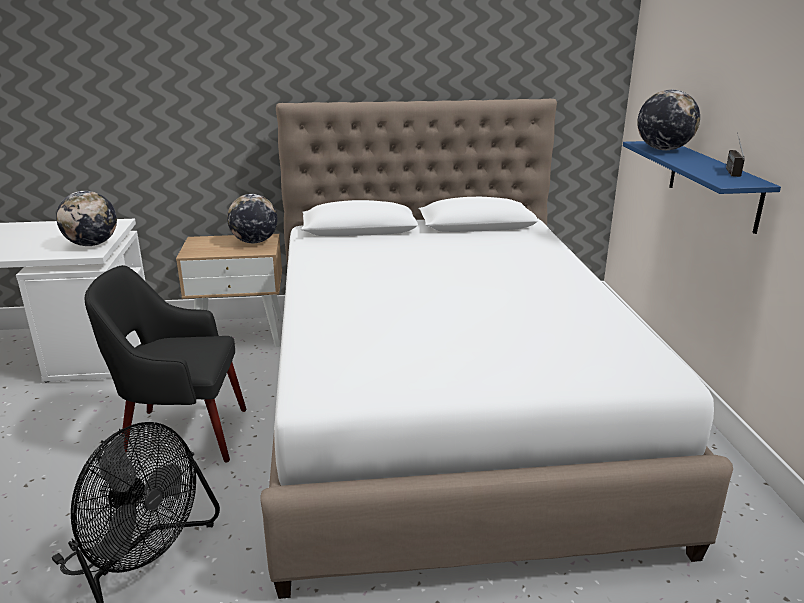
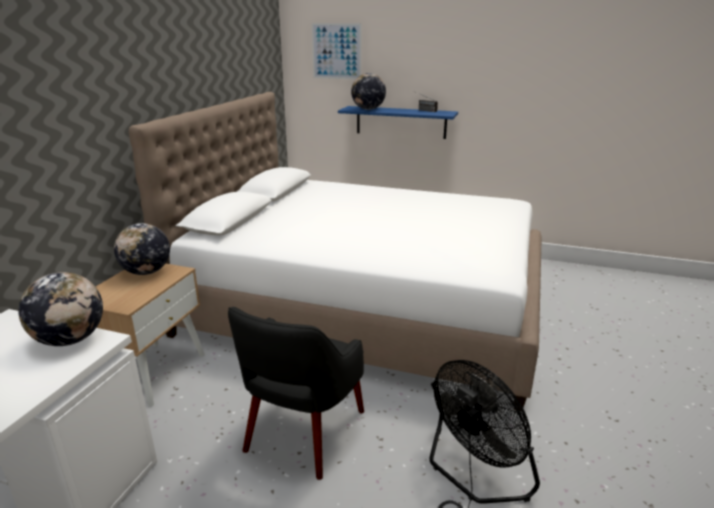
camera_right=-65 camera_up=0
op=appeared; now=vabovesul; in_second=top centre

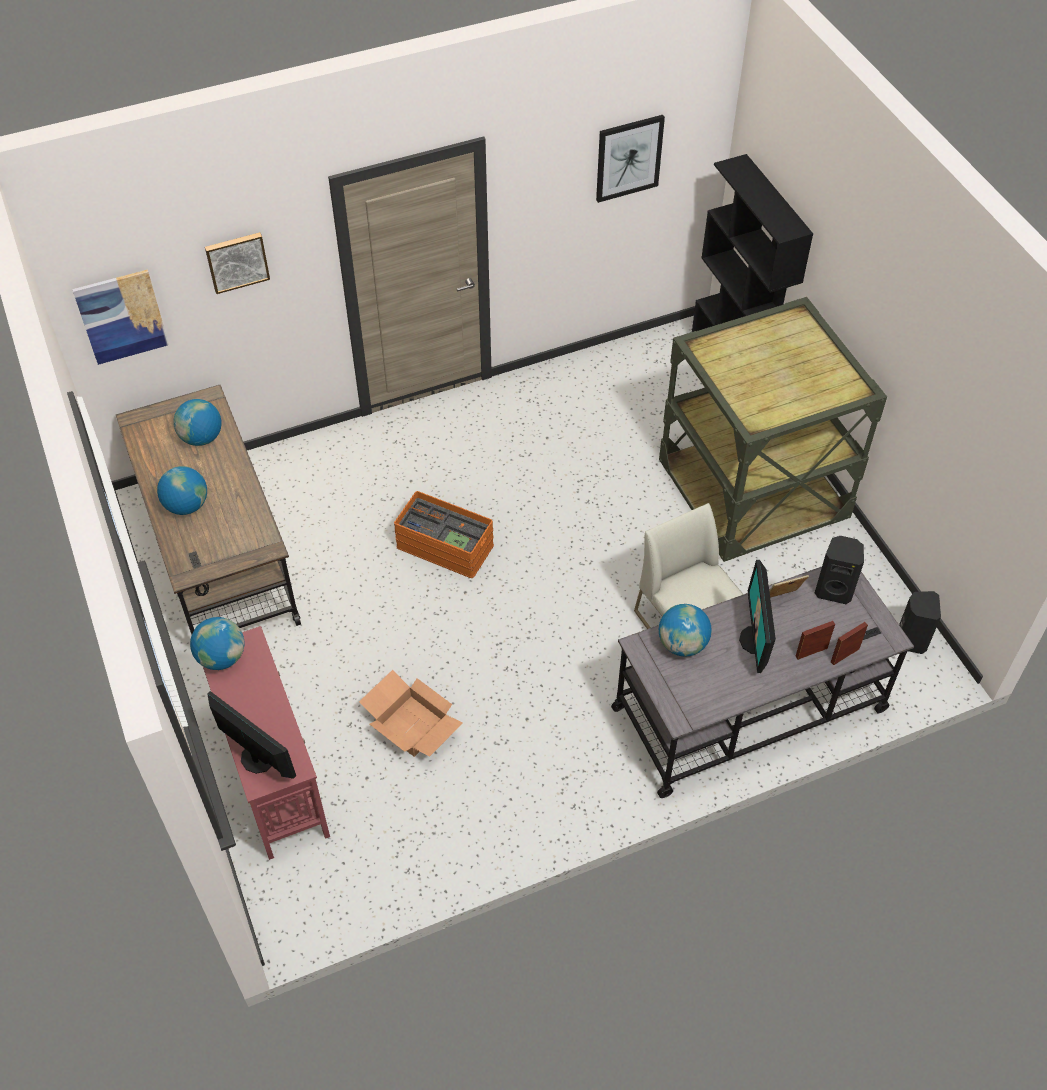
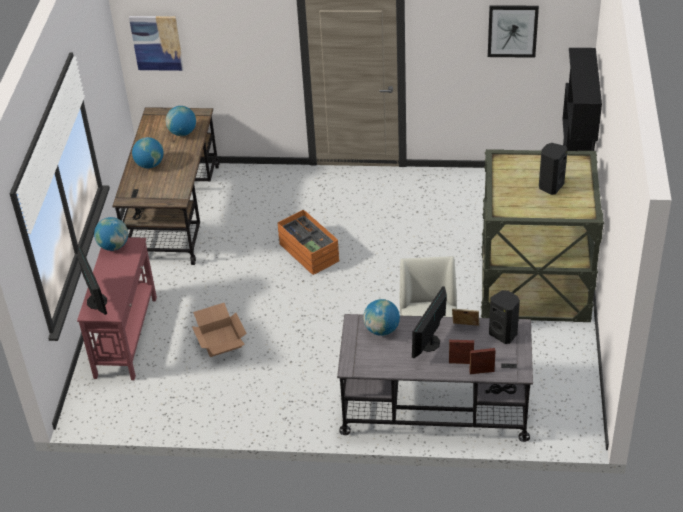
camera_right=30 camera_up=-10
op=missing; was=vabovesul (no. 2 from left); in_first=top left
op=relocated; was=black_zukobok (no. 2 from left); in_first=middle right; in_second=top right

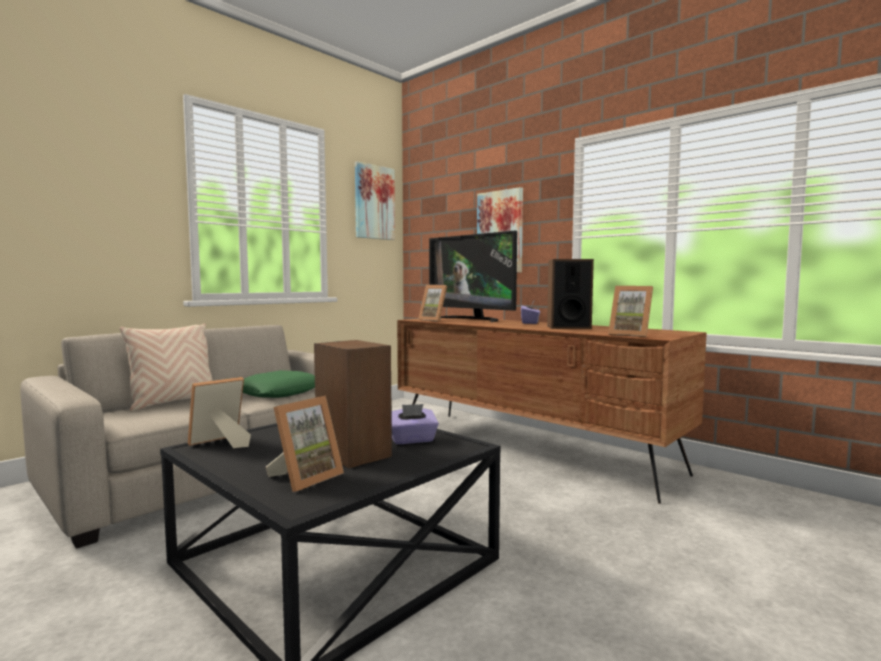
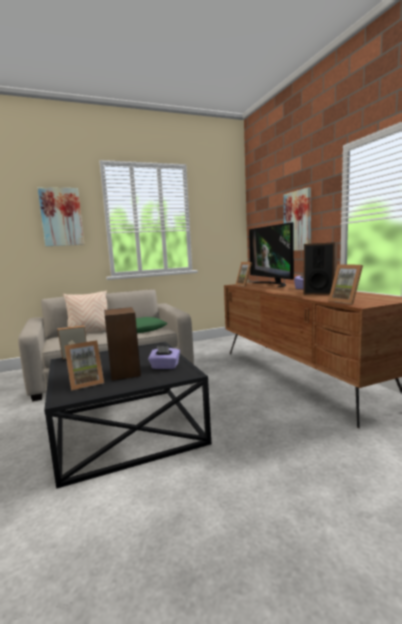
camera_right=25 camera_up=5
op=relocated; was=vabovesul (no. 1 from left); in_first=top centre; in_second=middle left

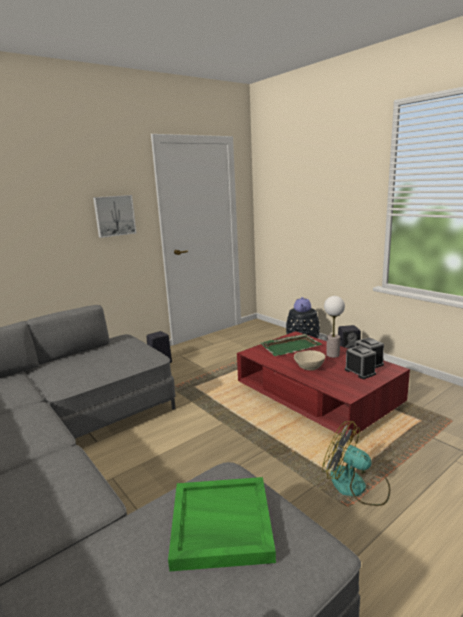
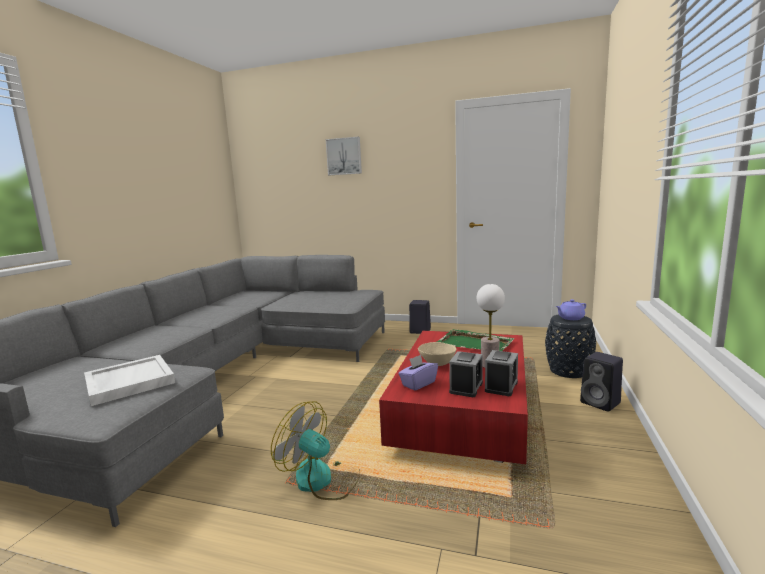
camera_right=55 camera_up=-5
op=relocated; was=vabovesul; in_first=middle left; in_second=top centre
op=colour; was=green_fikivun (no. 1 from left); now=white_fikivun; in_first=bottom centre; in_second=middle left
op=spun; was=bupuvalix; in_first=bottom right; in_second=bottom centre; clockwise=-60
op=appeared; now=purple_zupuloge; in_second=centre

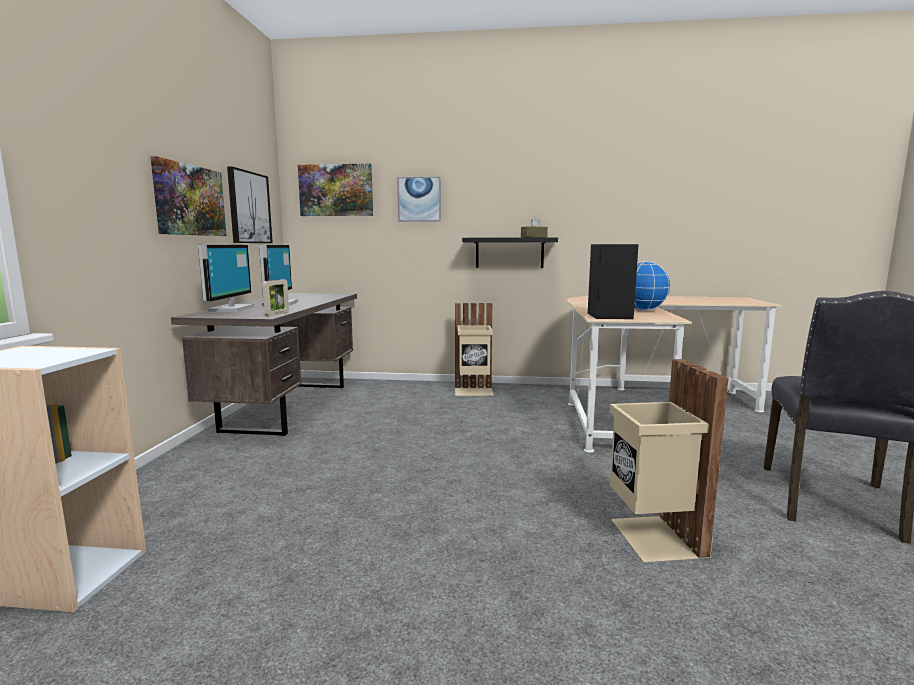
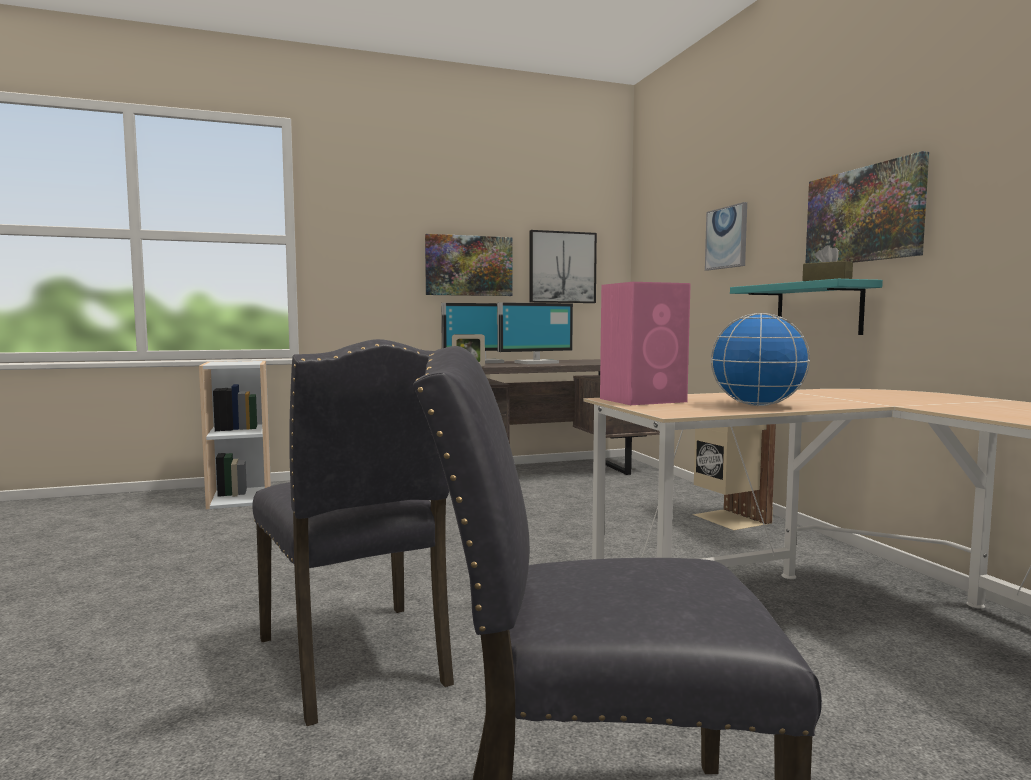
camera_right=65 camera_up=-5
op=relocated; was=vabovesul (no. 3 from left in the first image); now=vabovesul (no. 4 from left); in_first=top centre; in_second=top right
op=colour; was=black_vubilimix; now=turquoise_vubilimix; in_first=centre; in_second=middle right
op=colour; was=black_zukobok; now=pink_zukobok; in_first=middle right; in_second=centre
op=exchanged; was=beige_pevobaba (no. 2 from left); now=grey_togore (no. 1 from left); in_first=bottom right; in_second=bottom centre

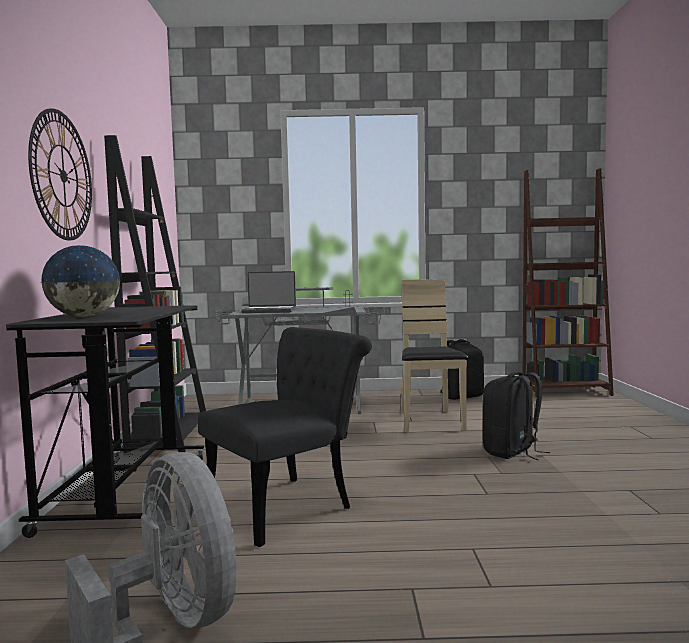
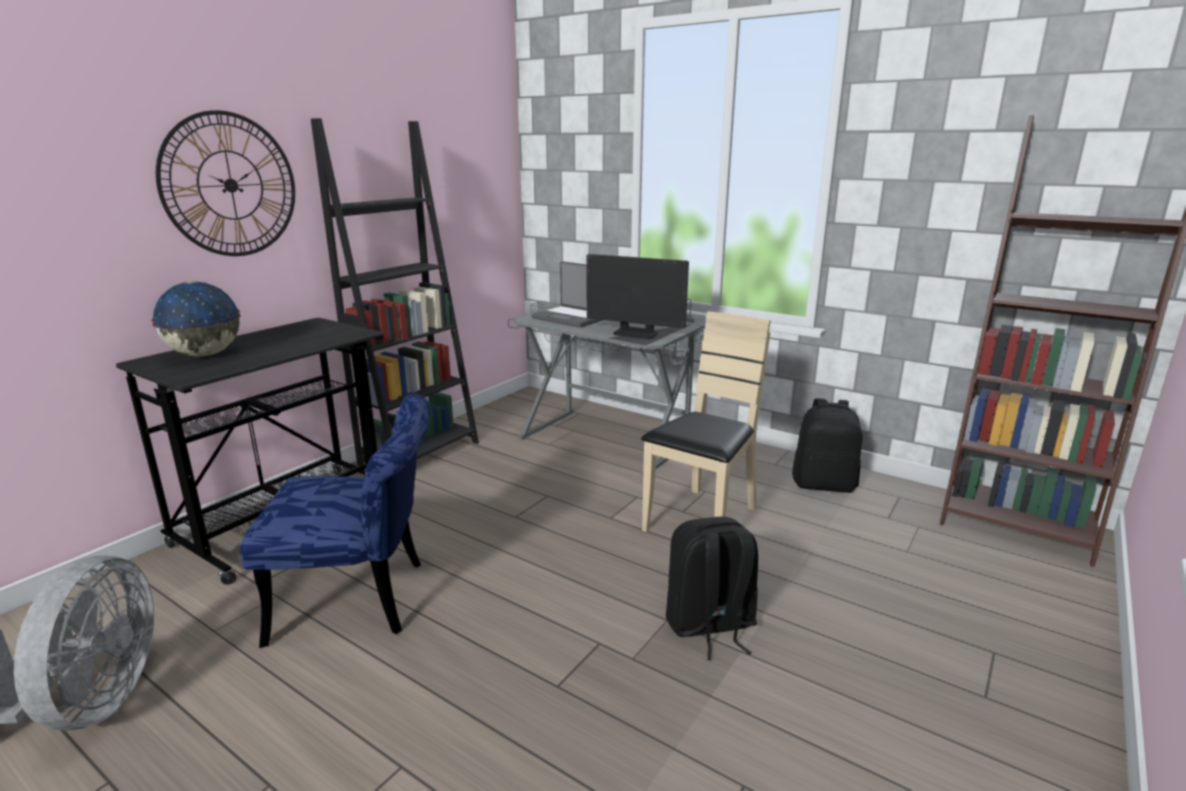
camera_right=35 camera_up=15
op=colour; was=black_togore; now=blue_togore; in_first=bottom centre; in_second=middle left
op=appeared; now=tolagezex; in_second=centre

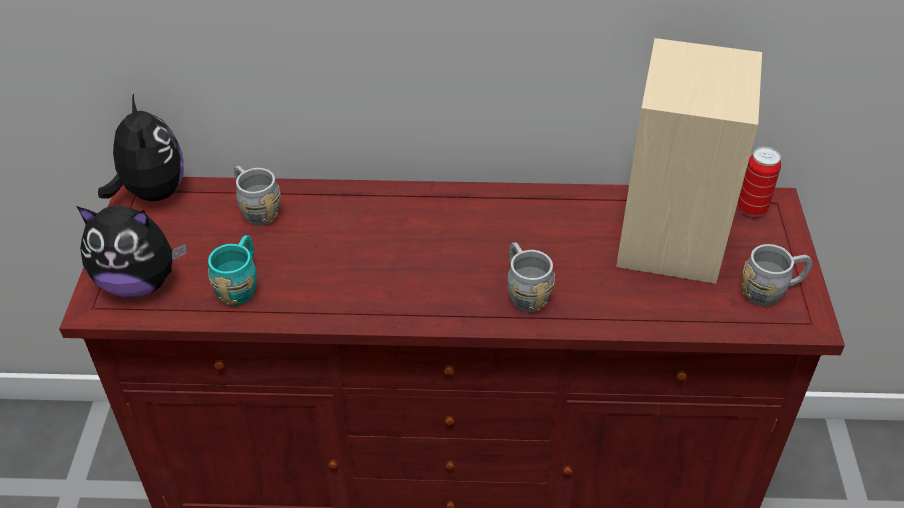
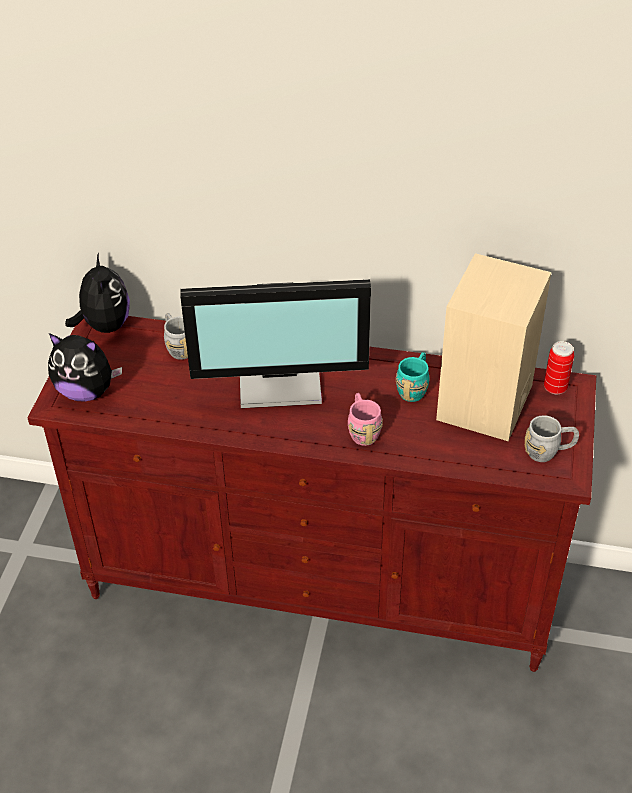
camera_right=10 camera_up=0
op=relocated; was=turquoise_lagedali; in_first=middle left; in_second=centre
op=colour; was=grey_lagedali (no. 2 from left); now=pink_lagedali; in_first=centre; in_second=centre
op=appeared; now=tolagezex; in_second=centre

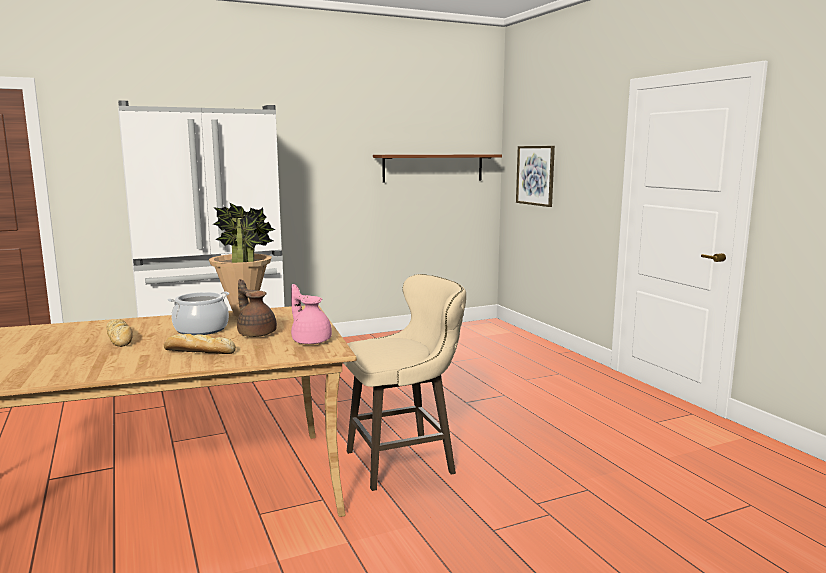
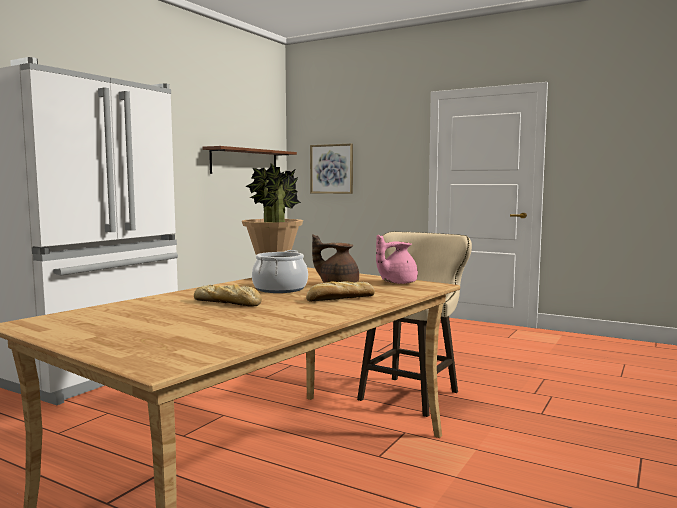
camera_right=-35 camera_up=-5
op=spun; was=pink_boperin; in_first=centre; in_second=centre; clockwise=-45

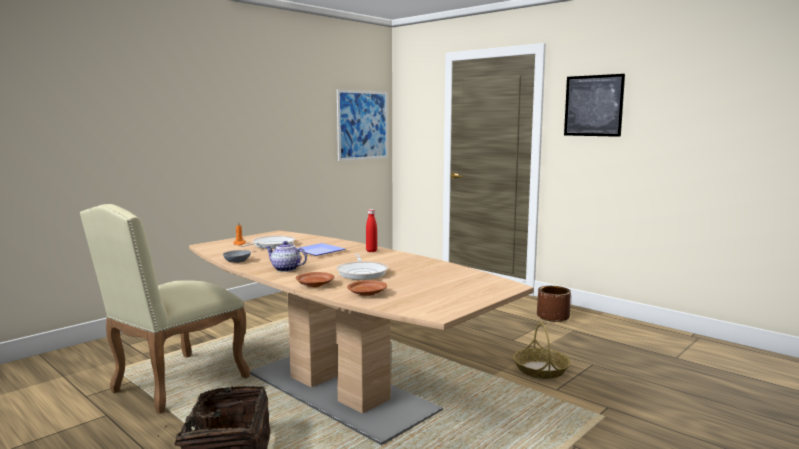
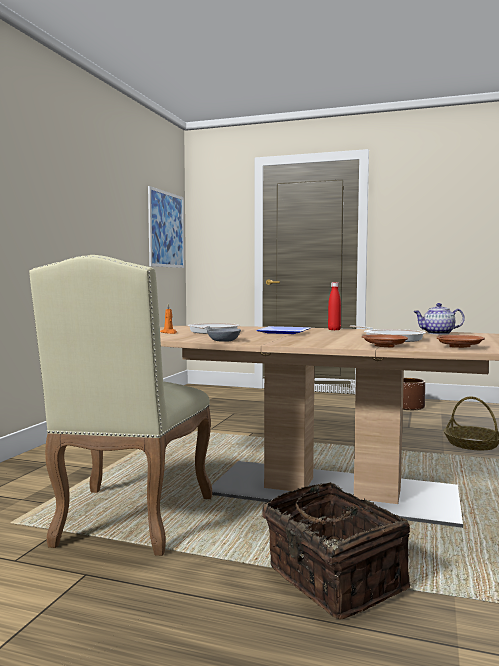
camera_right=-25 camera_up=-5
op=relocated; was=boperin; in_first=centre; in_second=middle right
op=missing; was=vabovesul (no. 2 from left); in_first=top right

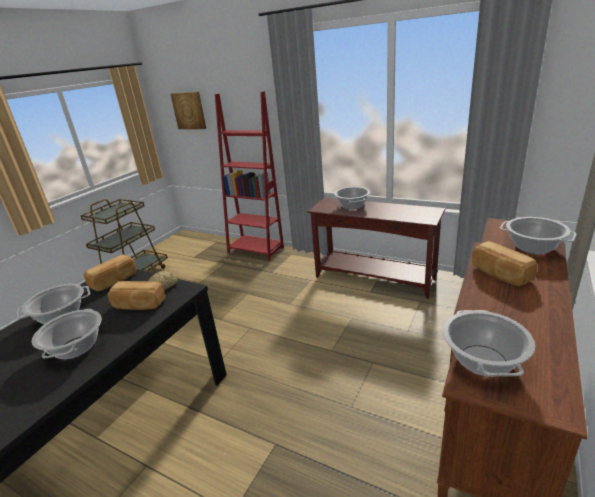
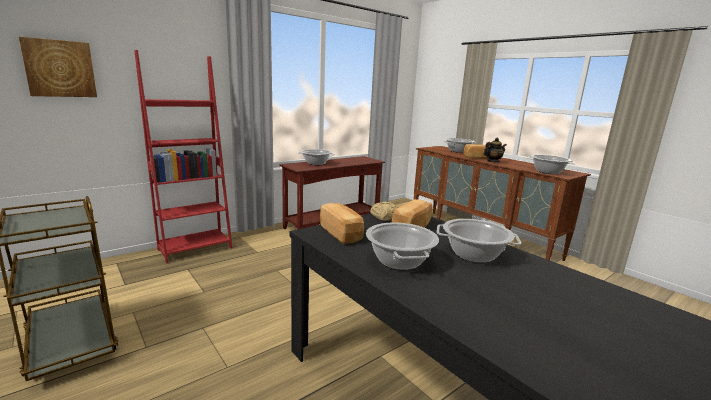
camera_right=-70 camera_up=-10
op=appeared; now=boperin; in_second=middle right

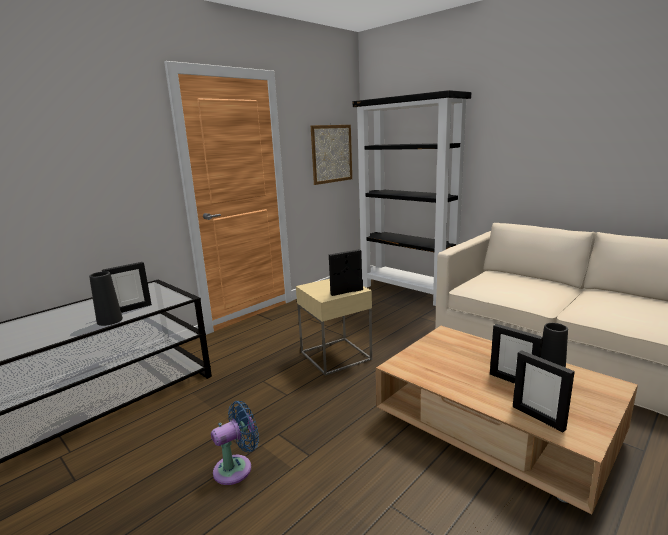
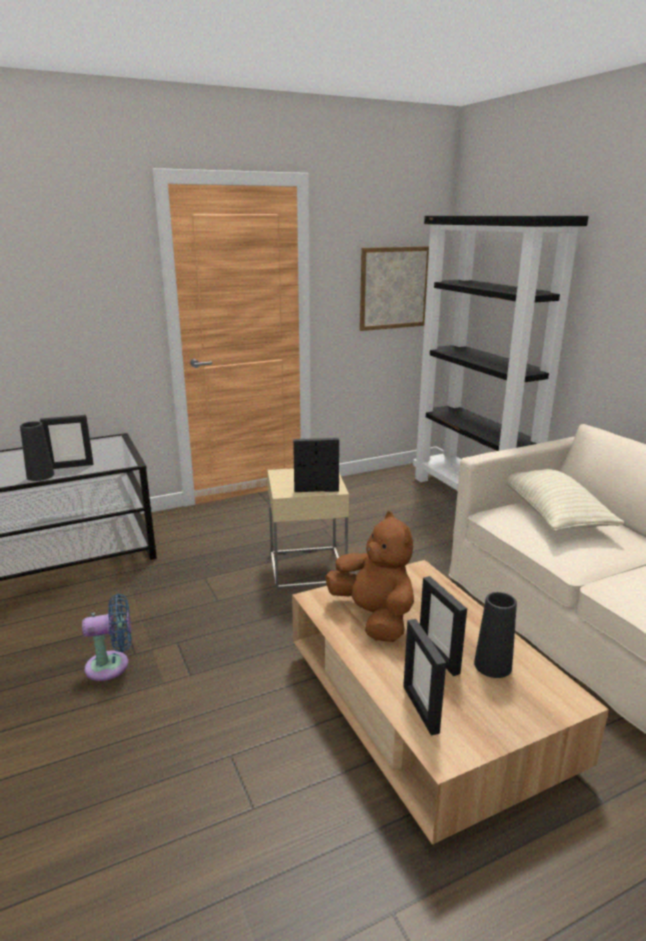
camera_right=20 camera_up=5
op=appeared; now=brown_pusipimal; in_second=centre
op=appeared; now=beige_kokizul; in_second=middle right

